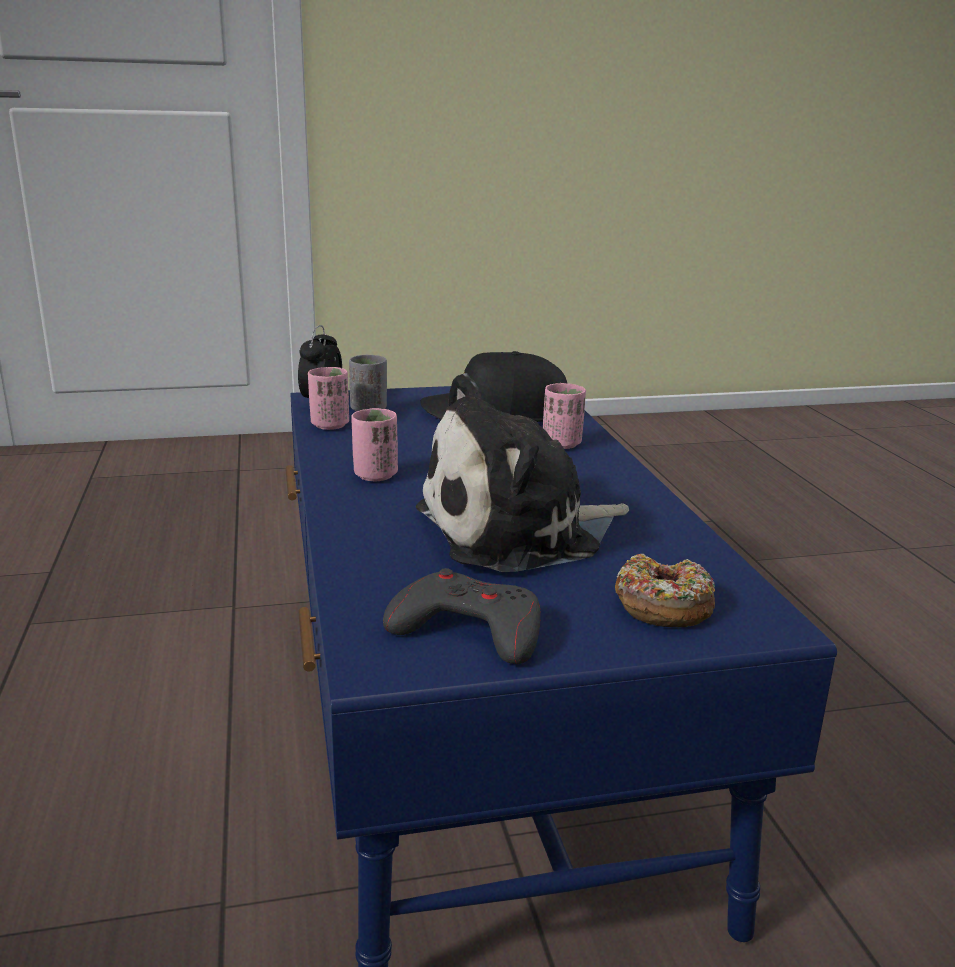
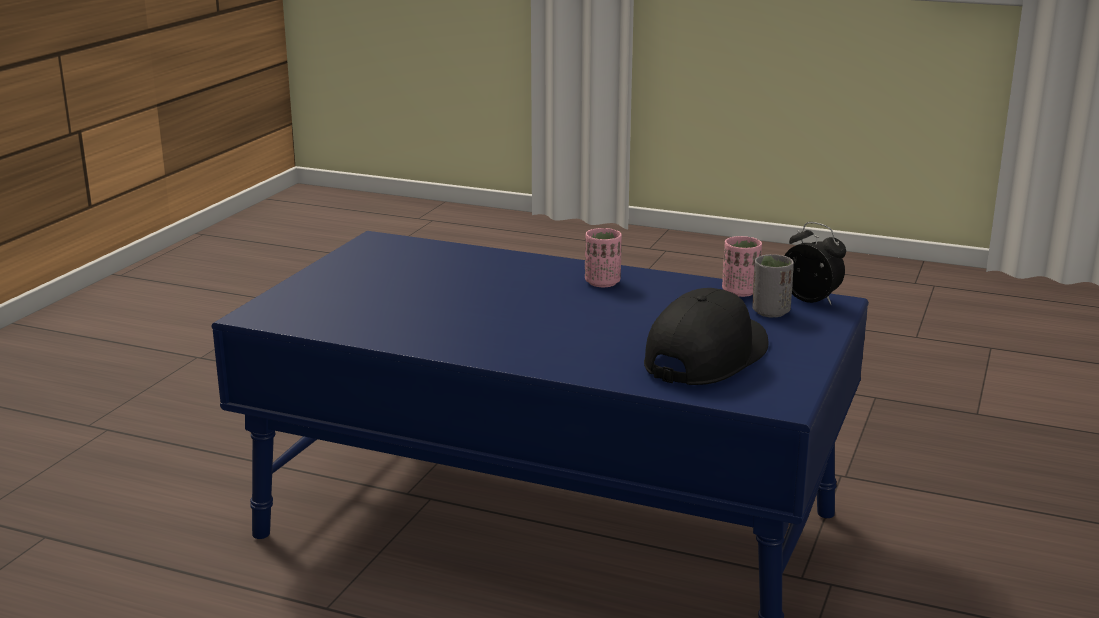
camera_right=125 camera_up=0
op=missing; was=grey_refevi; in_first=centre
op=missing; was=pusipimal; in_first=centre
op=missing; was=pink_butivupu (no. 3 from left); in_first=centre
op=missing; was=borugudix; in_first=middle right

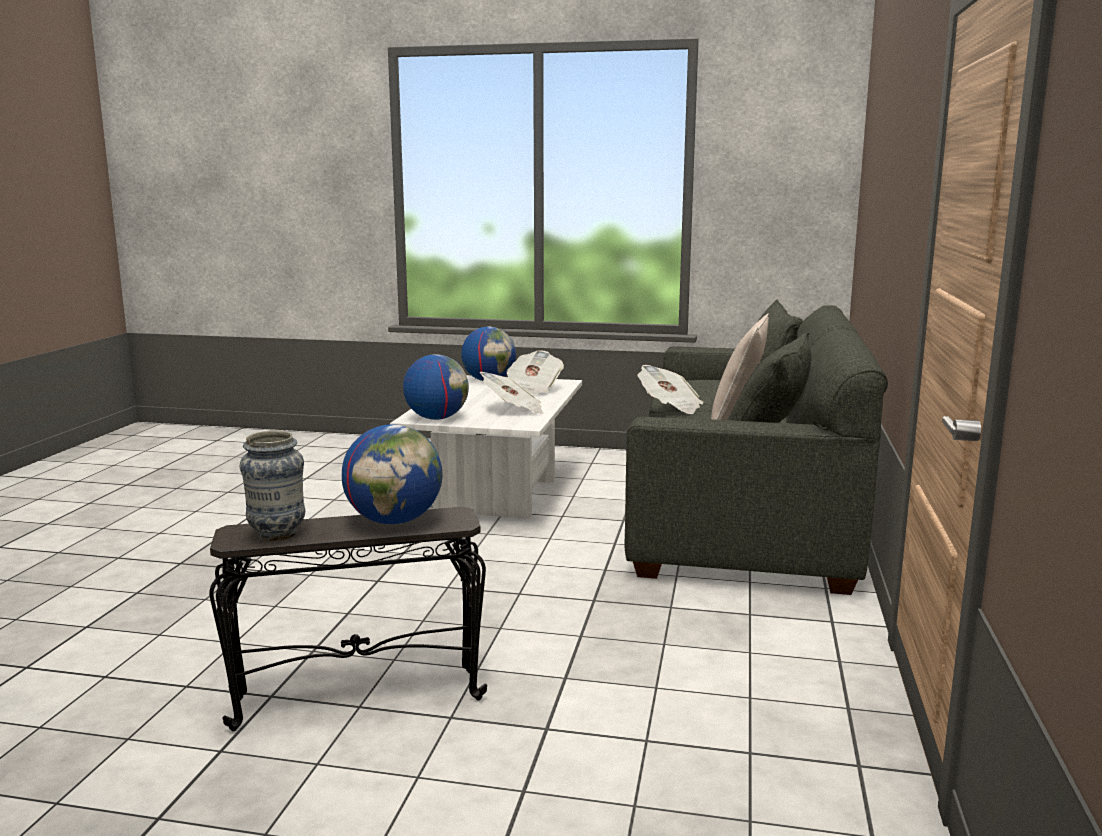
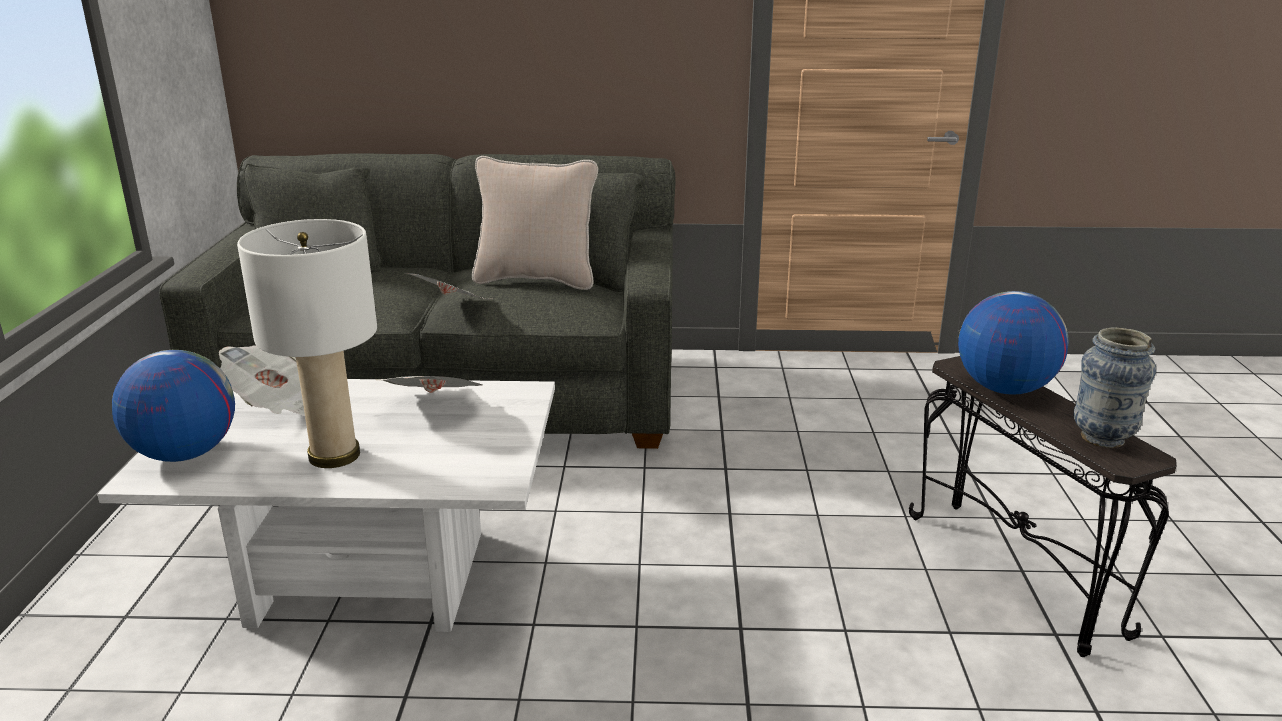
camera_right=-100 camera_up=10
op=missing; was=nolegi (no. 2 from left); in_first=centre
op=appeared; now=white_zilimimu; in_second=middle left

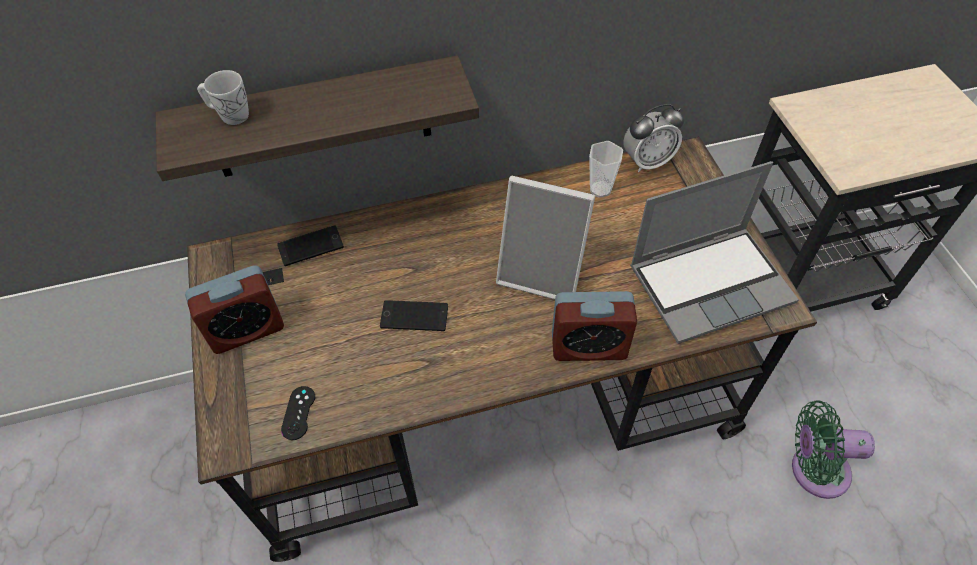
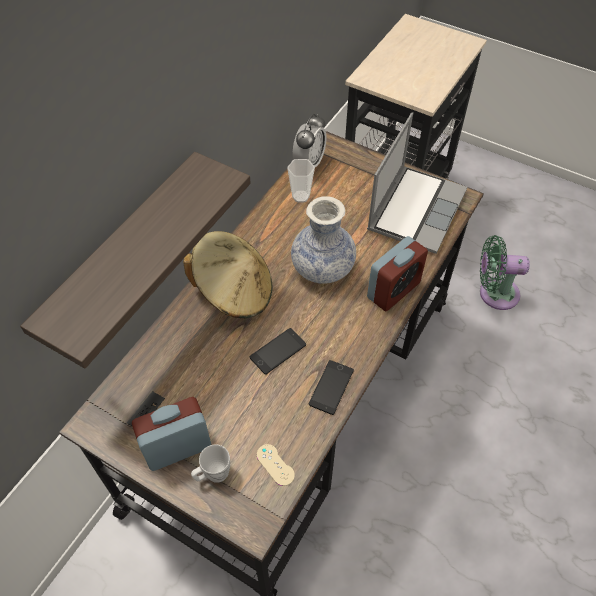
camera_right=-45 camera_up=0
op=spun; was=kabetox (no. 1 from left); in_first=middle left; in_second=bottom left; clockwise=-135
op=relocated; was=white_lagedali; in_first=top left; in_second=bottom centre
op=relocated; was=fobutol (no. 1 from left in the first image); now=fobutol (no. 2 from left); in_first=middle left; in_second=centre
op=colour; was=black_refevi; now=beige_refevi; in_first=bottom left; in_second=bottom centre
op=exchanged; was=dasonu; now=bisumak; in_first=centre; in_second=centre
op=spun; was=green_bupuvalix; in_first=bottom right; in_second=middle right; clockwise=45
op=appeared; now=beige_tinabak; in_second=centre

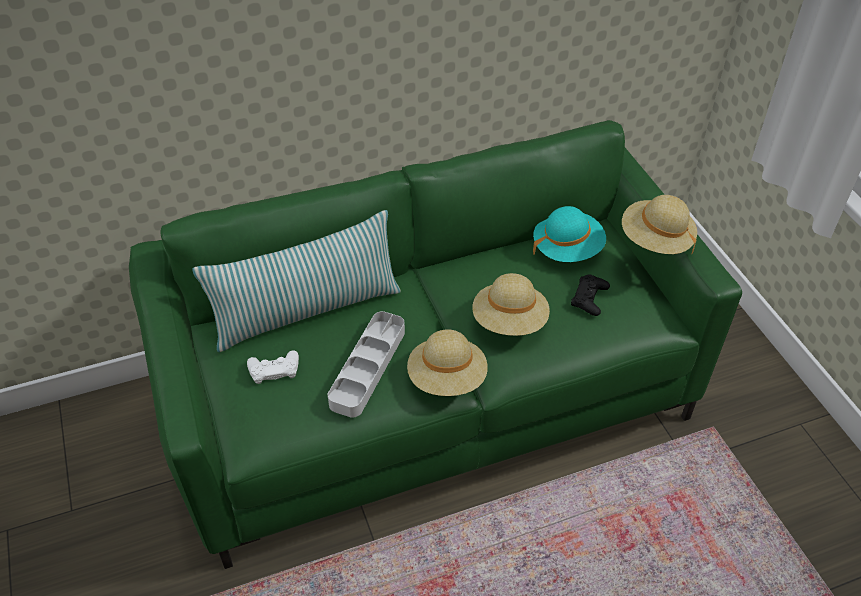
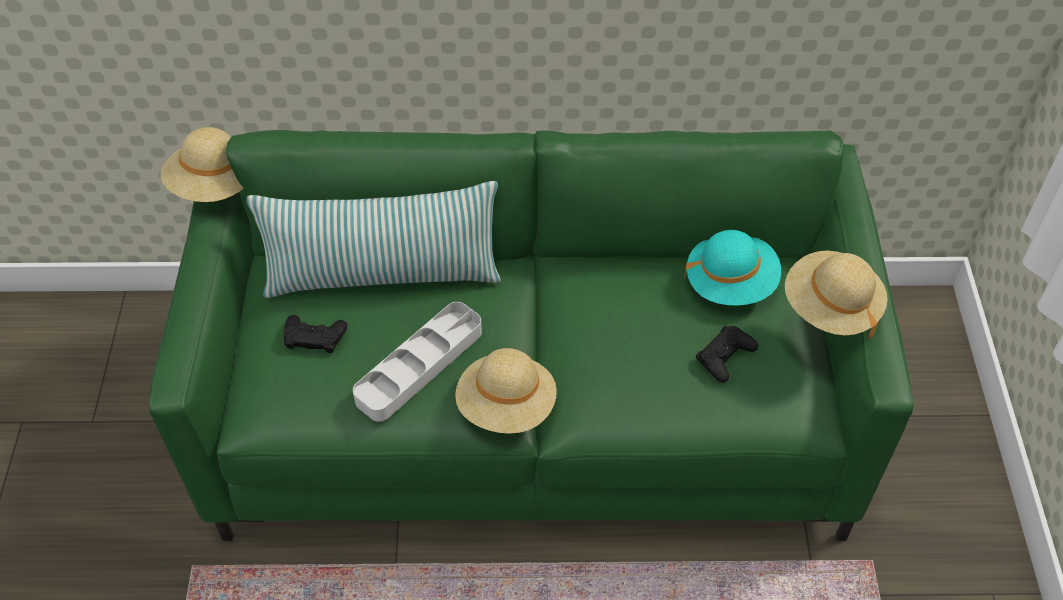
camera_right=20 camera_up=5
op=colour; was=white_refevi; now=black_refevi (no. 1 from left); in_first=middle left; in_second=middle left
op=relocated; was=beige_tinabak (no. 2 from left in the first image); now=beige_tinabak (no. 1 from left); in_first=centre; in_second=top left

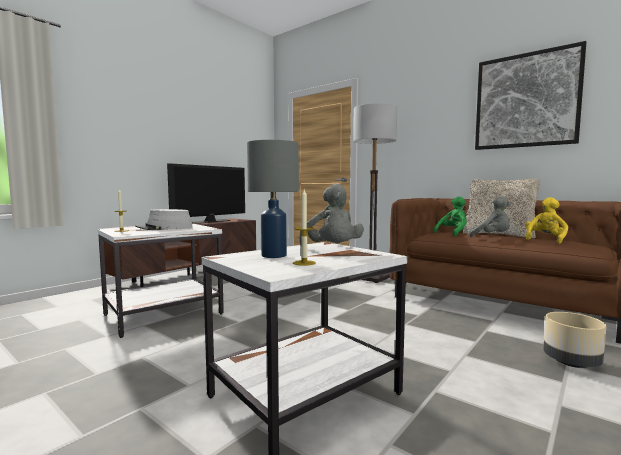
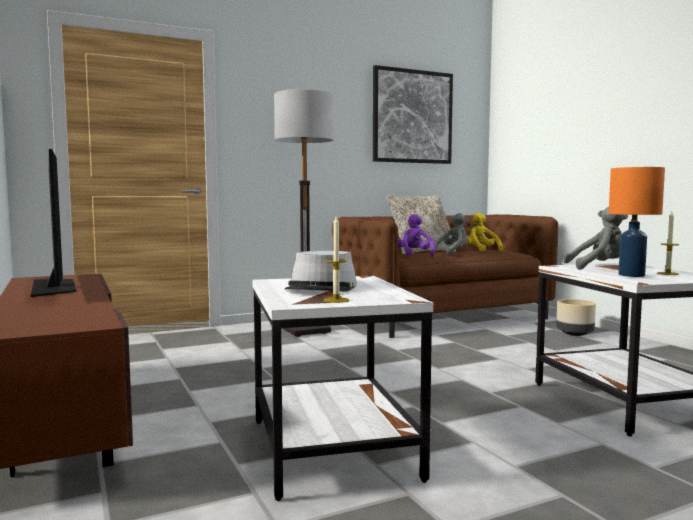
camera_right=-65 camera_up=0
op=colour; was=grey_zilimimu; now=orange_zilimimu; in_first=centre; in_second=middle right
op=colour; was=green_pusipimal; now=purple_pusipimal; in_first=middle right; in_second=centre

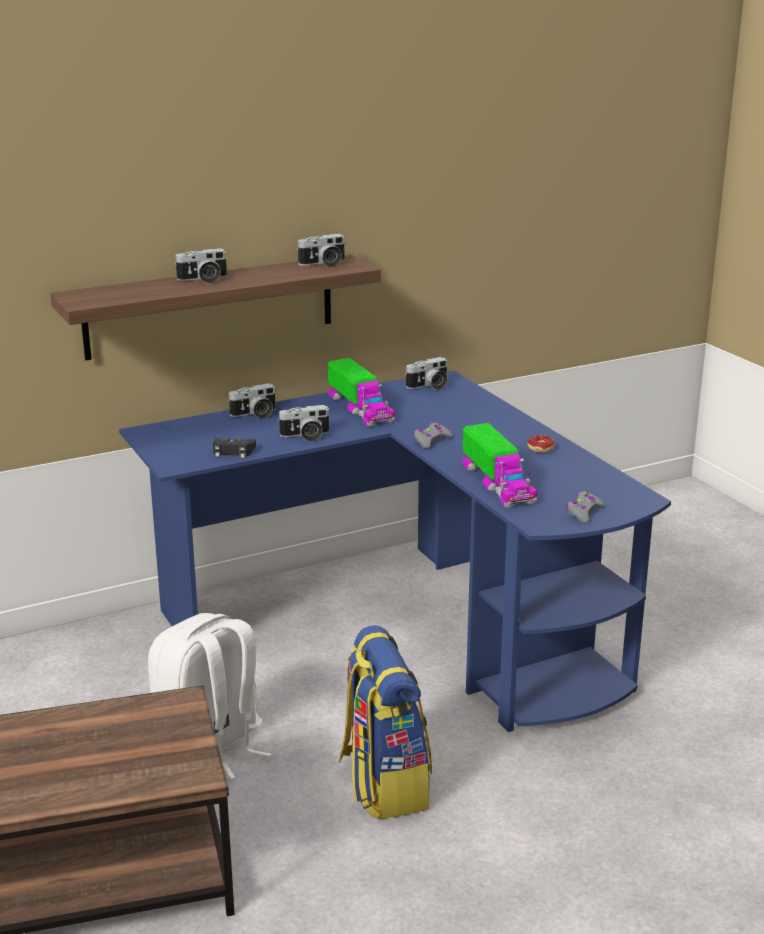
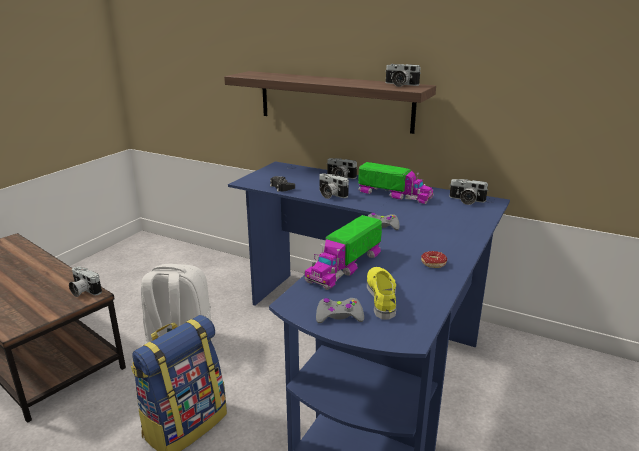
camera_right=55 camera_up=0
op=relocated; was=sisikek (no. 1 from left); in_first=top left; in_second=middle left
op=spun; was=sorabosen (no. 1 from left in the first image); in_first=centre; in_second=centre; clockwise=-90
op=appeared; now=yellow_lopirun; in_second=centre

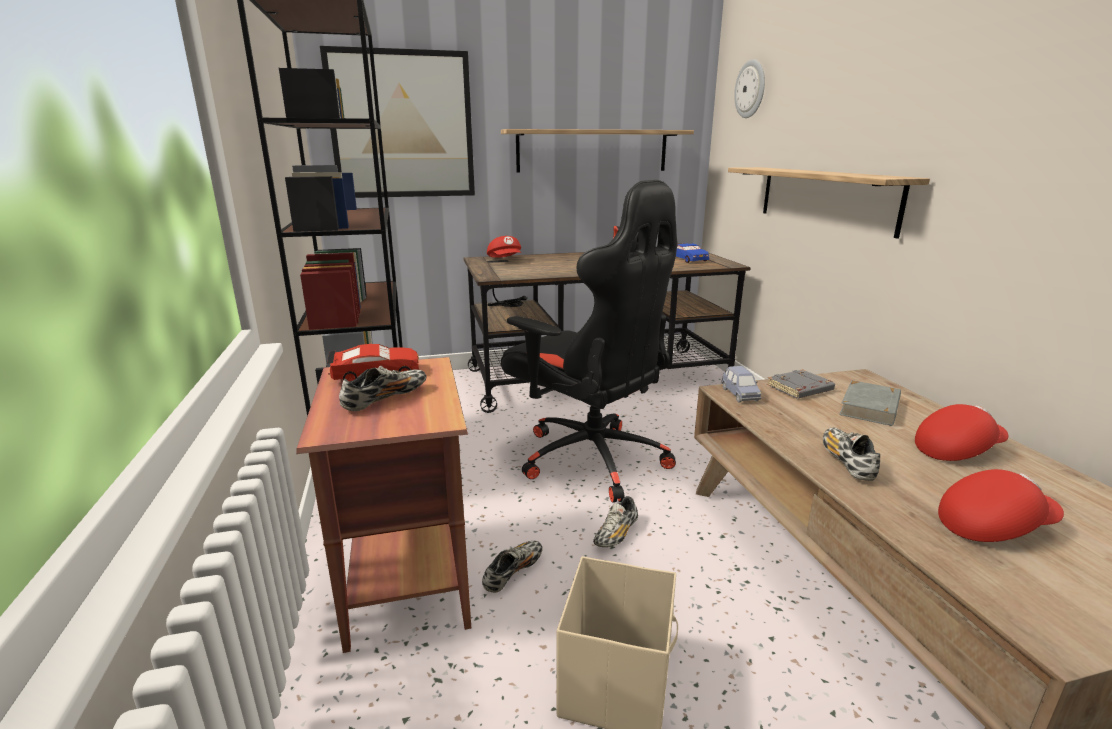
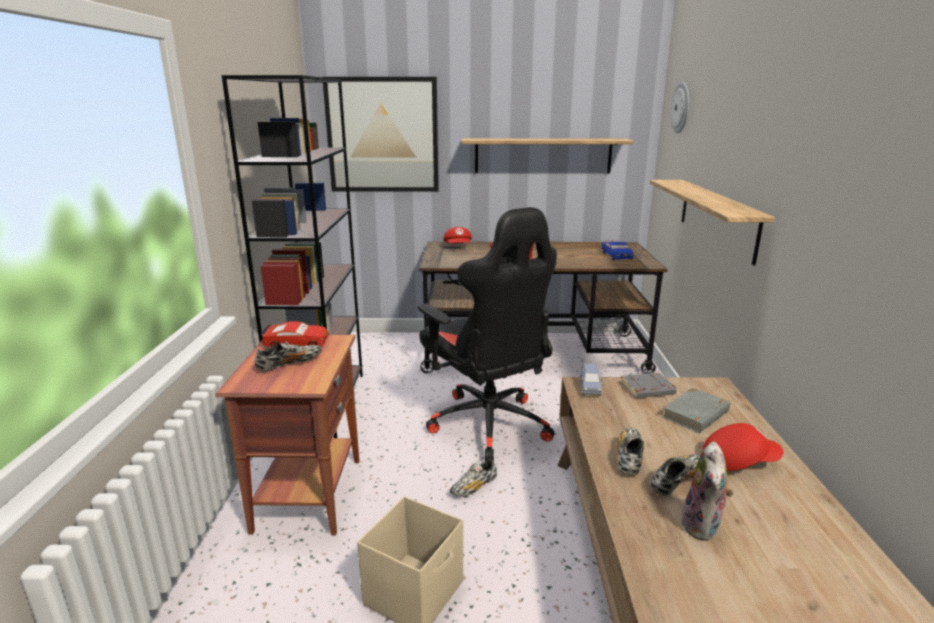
camera_right=15 camera_up=0
op=relocated; was=lopirun (no. 2 from left in the first image); now=lopirun (no. 4 from left); in_first=bottom centre; in_second=bottom right
op=exchanged; was=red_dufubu (no. 3 from left); now=pusipimal; in_first=bottom right; in_second=bottom right

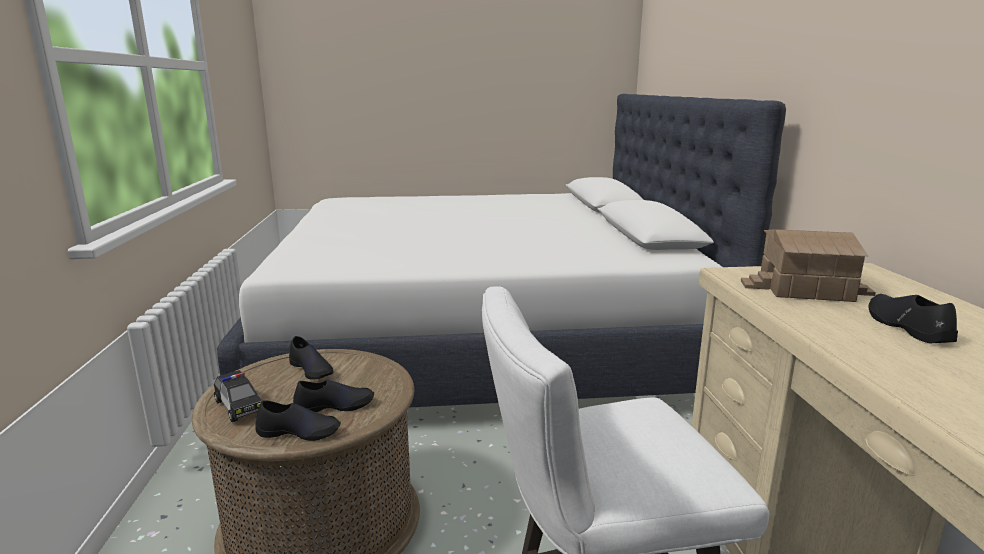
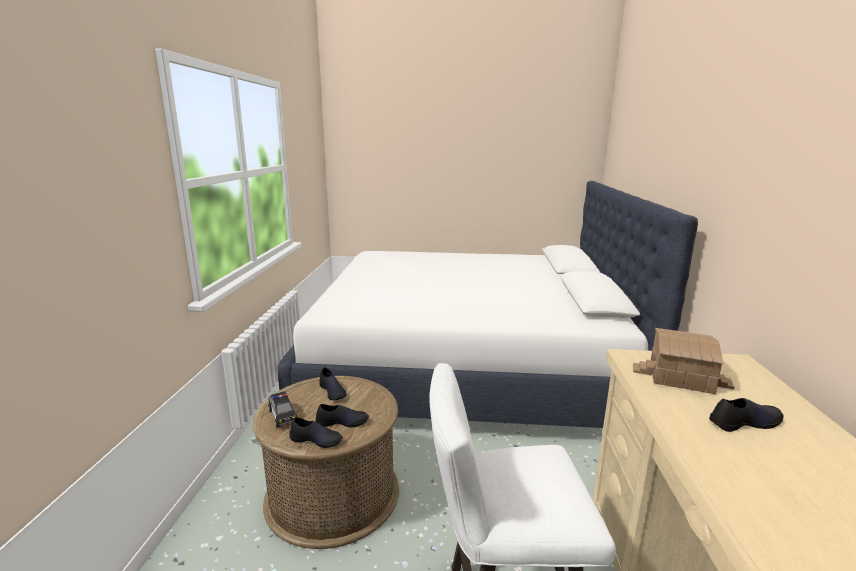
camera_right=10 camera_up=0
op=spun; was=black_lopirun (no. 4 from left); in_first=middle right; in_second=bottom right; clockwise=75

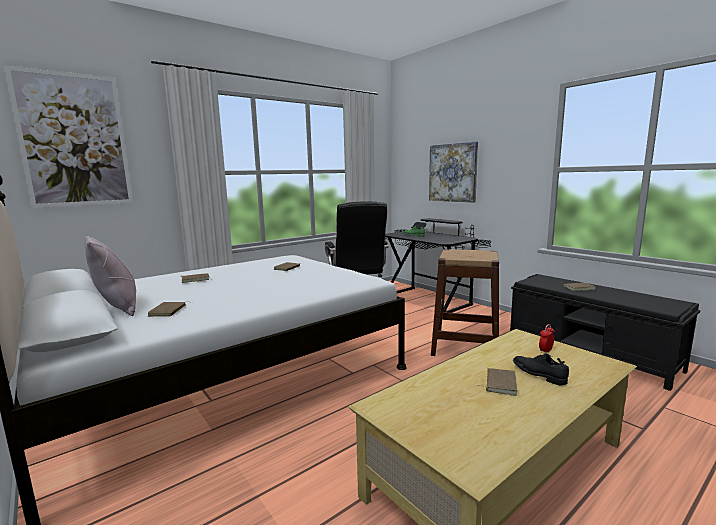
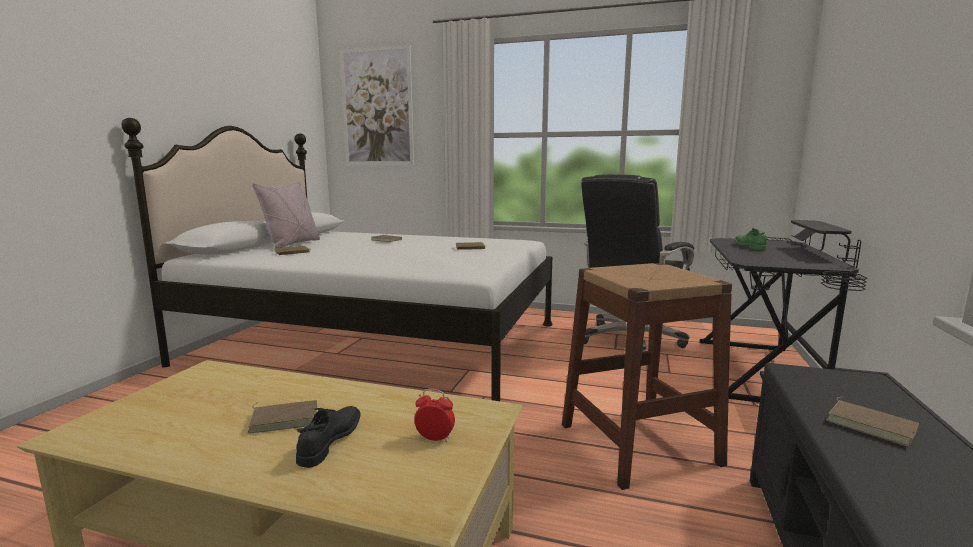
camera_right=55 camera_up=0
op=missing; was=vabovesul (no. 2 from left); in_first=top centre

